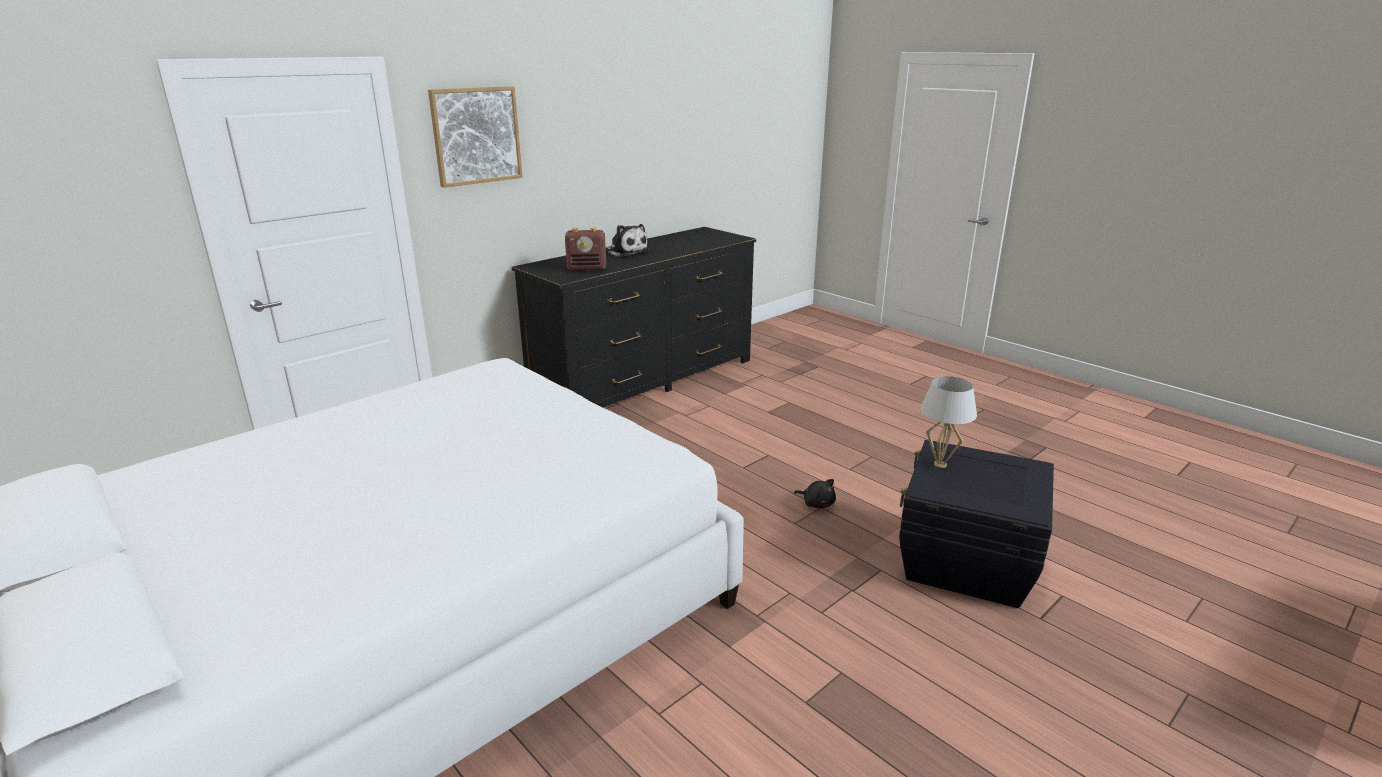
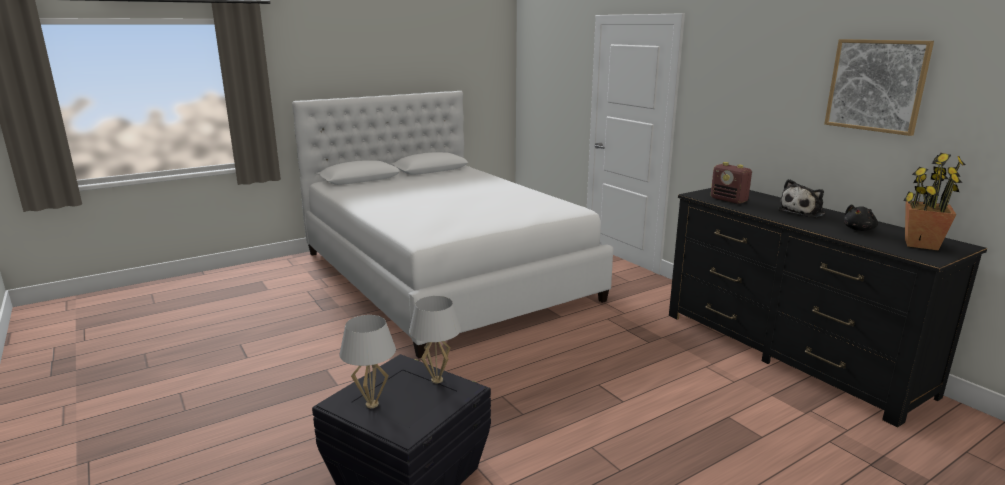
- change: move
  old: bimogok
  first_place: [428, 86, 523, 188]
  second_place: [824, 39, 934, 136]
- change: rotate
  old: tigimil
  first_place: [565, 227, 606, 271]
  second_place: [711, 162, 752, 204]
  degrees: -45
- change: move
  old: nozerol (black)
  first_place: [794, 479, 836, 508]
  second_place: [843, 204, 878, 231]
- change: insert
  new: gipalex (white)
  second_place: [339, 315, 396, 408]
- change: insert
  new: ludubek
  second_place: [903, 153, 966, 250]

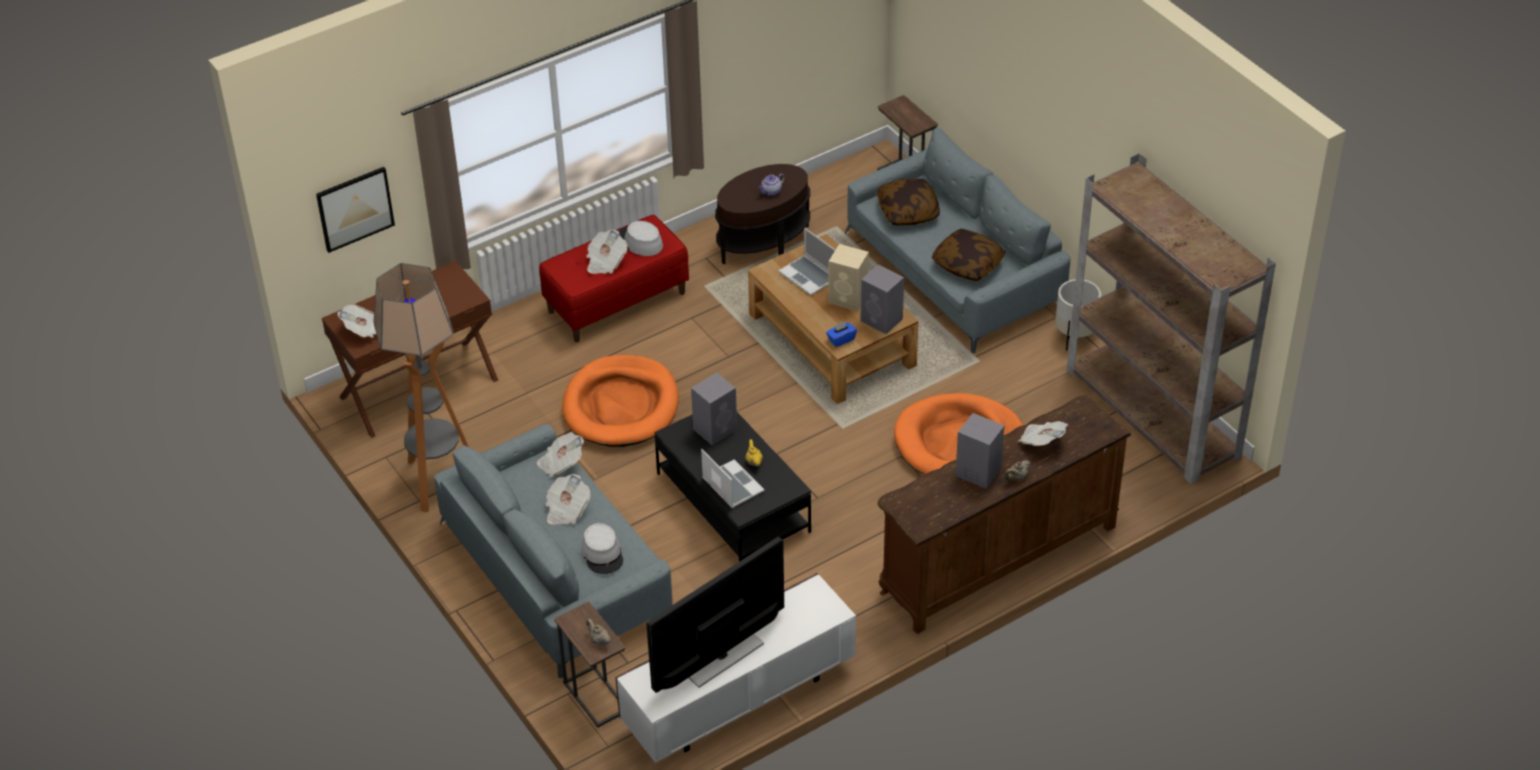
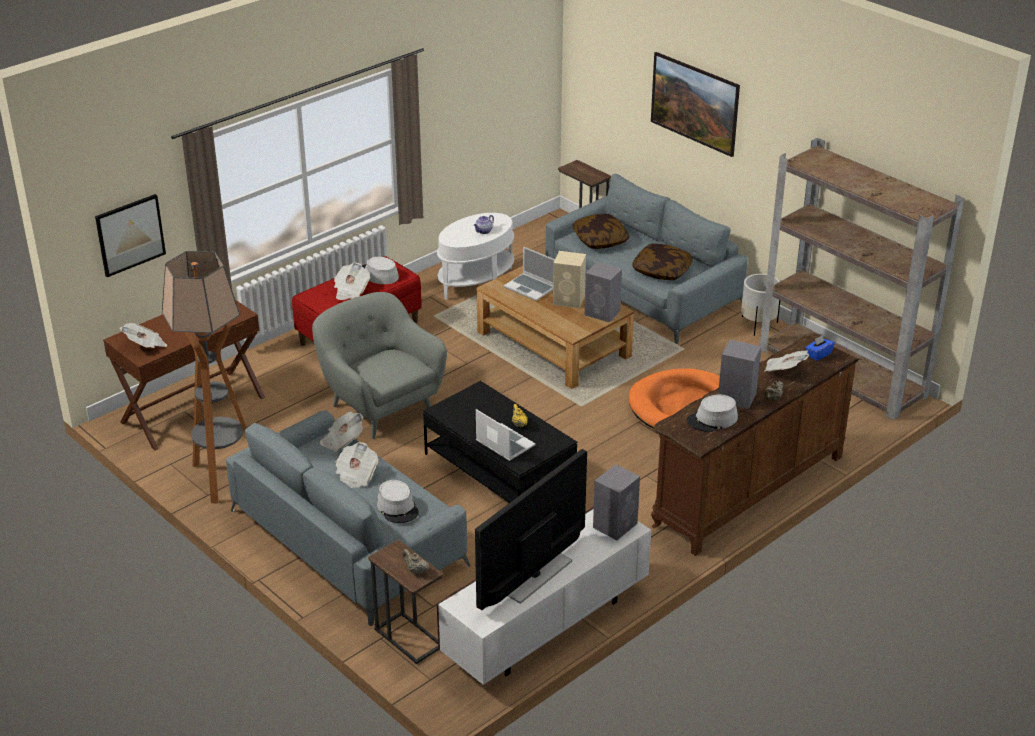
- change: replace
  old: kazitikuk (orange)
  new: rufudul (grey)
  first_place: [562, 355, 679, 447]
  second_place: [312, 292, 447, 439]
- change: move
  old: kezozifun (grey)
  first_place: [691, 373, 737, 445]
  second_place: [593, 464, 640, 540]
- change: recolor
  old: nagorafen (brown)
  new: nagorafen (white)
  first_place: [715, 164, 810, 265]
  second_place: [437, 213, 514, 300]
- change: move
  old: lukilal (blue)
  first_place: [826, 321, 857, 347]
  second_place: [806, 335, 835, 361]
- change: insert
  new: bimogok
  second_place: [651, 52, 740, 157]
- change: insert
  new: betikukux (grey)
  second_place: [687, 394, 738, 432]

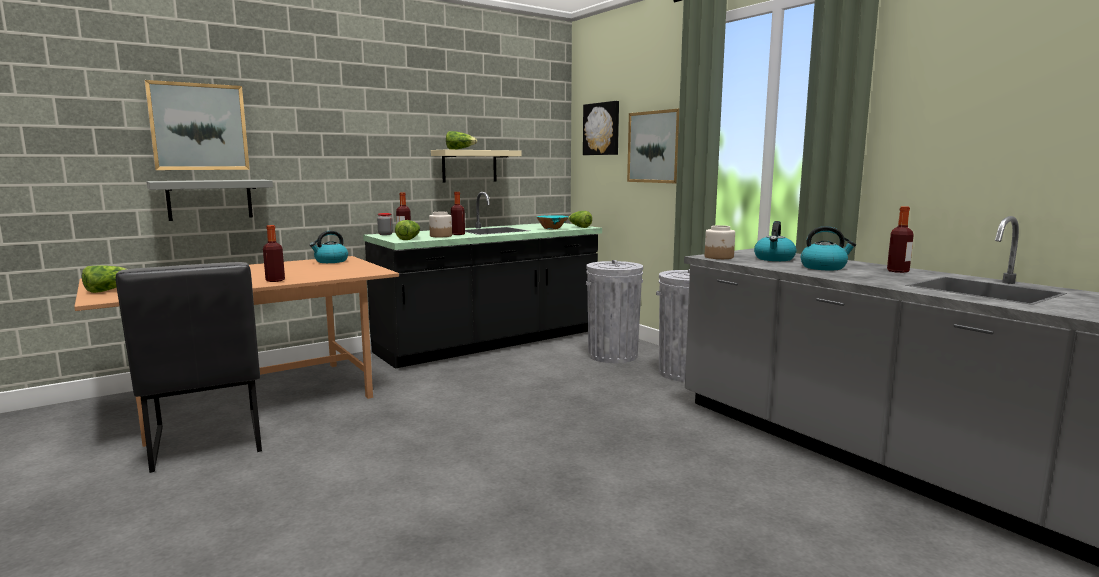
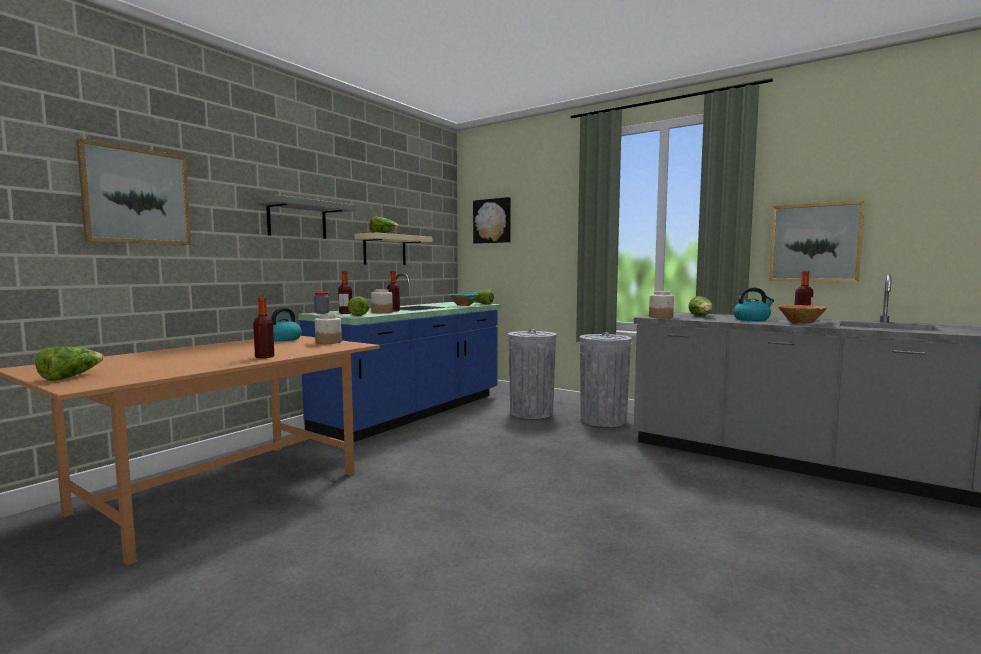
- change: delete
  old: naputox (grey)
  first_place: [116, 262, 262, 473]
- change: move
  old: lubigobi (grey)
  first_place: [146, 180, 273, 221]
  second_place: [254, 195, 356, 239]
- change: recolor
  old: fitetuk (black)
  new: fitetuk (blue)
  first_place: [363, 192, 602, 369]
  second_place: [298, 273, 502, 442]
- change: move
  old: bimogok
  first_place: [627, 108, 679, 183]
  second_place: [769, 200, 865, 282]
- change: replace
  old: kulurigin
  new: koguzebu
  first_place: [754, 221, 796, 261]
  second_place: [689, 296, 713, 316]
- change: insert
  new: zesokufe
  second_place: [315, 314, 342, 344]
- change: insert
  new: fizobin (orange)
  second_place: [778, 305, 827, 324]

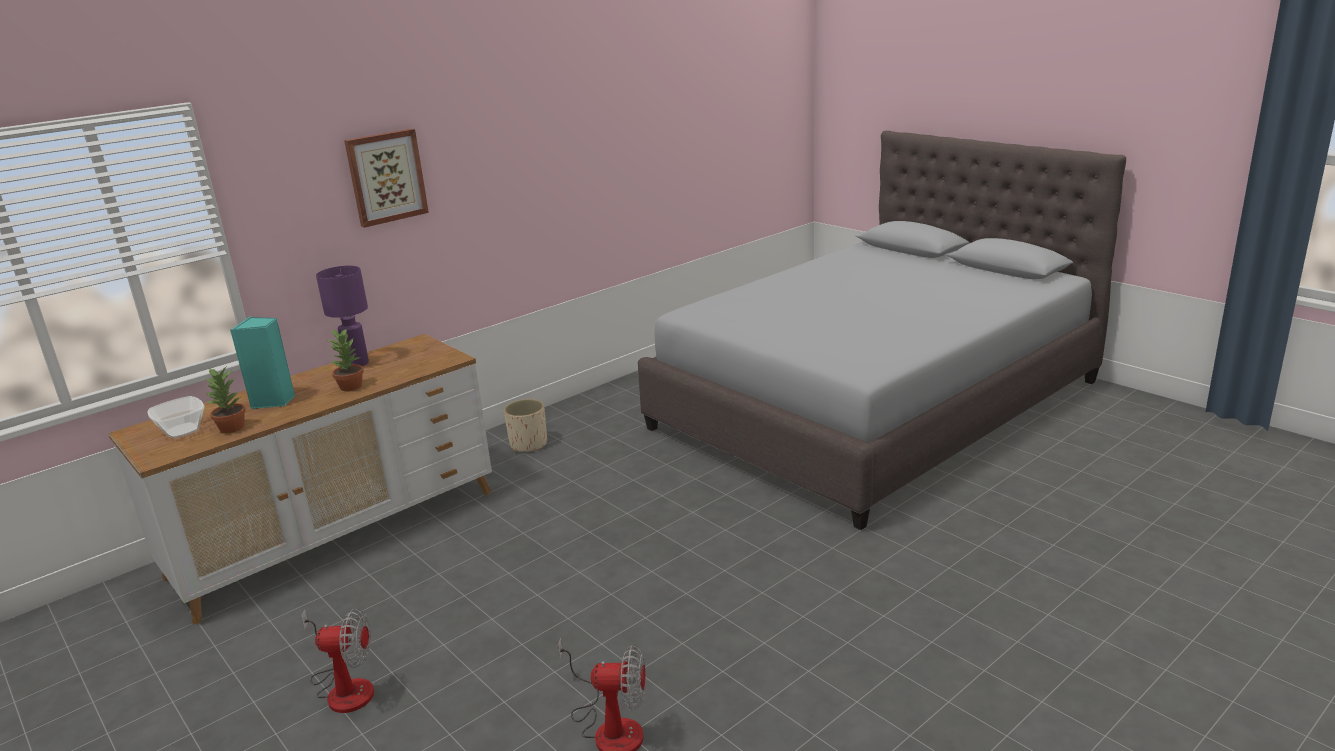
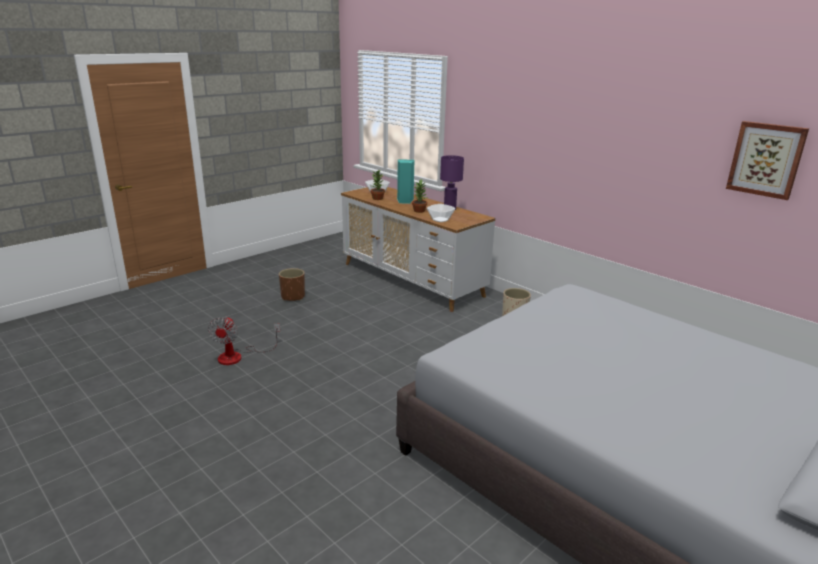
- change: replace
  old: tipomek
  new: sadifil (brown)
  first_place: [301, 608, 374, 713]
  second_place: [279, 268, 305, 301]
- change: move
  old: bimogok
  first_place: [344, 129, 429, 228]
  second_place: [726, 121, 809, 200]
- change: insert
  new: fizobin
  second_place: [427, 204, 455, 222]

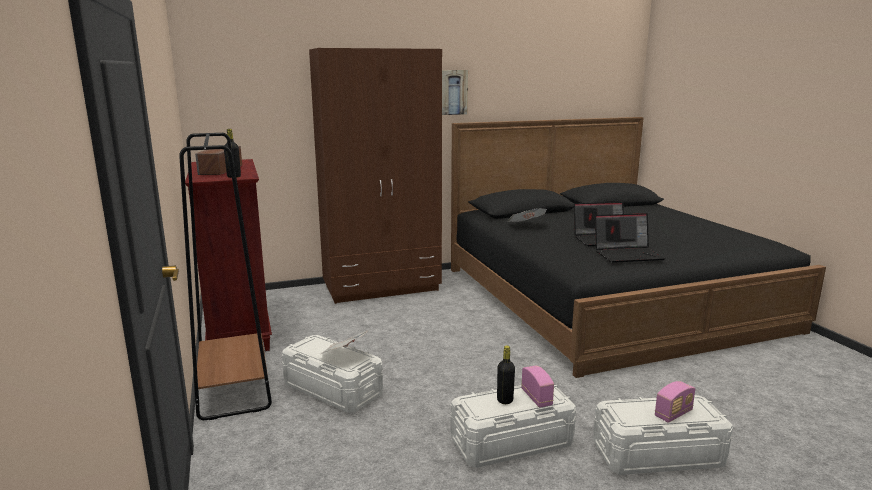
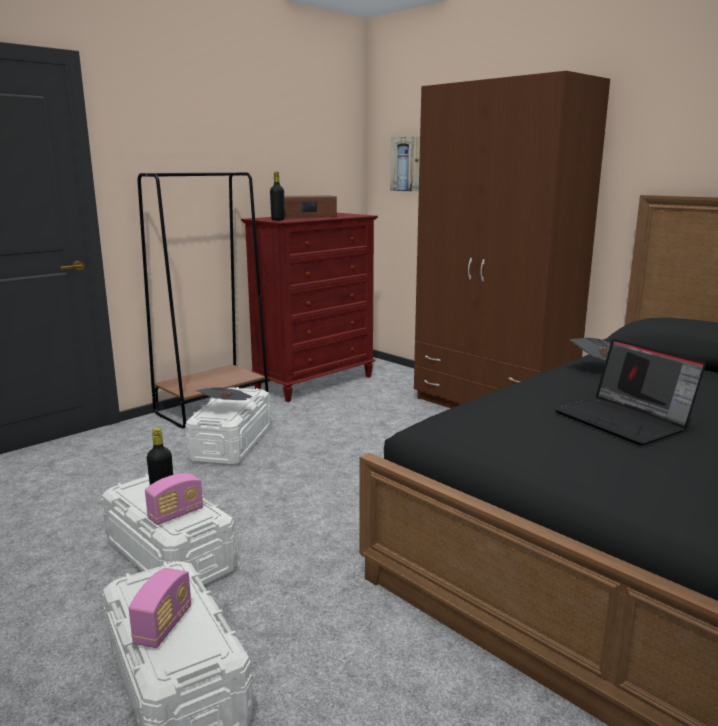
- change: move
  old: bimogok
  first_place: [442, 70, 468, 115]
  second_place: [390, 136, 420, 192]
- change: delete
  old: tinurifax
  first_place: [595, 213, 665, 263]
- change: rotate
  old: tigimil
  first_place: [655, 381, 695, 423]
  second_place: [129, 568, 191, 648]
  degrees: -105

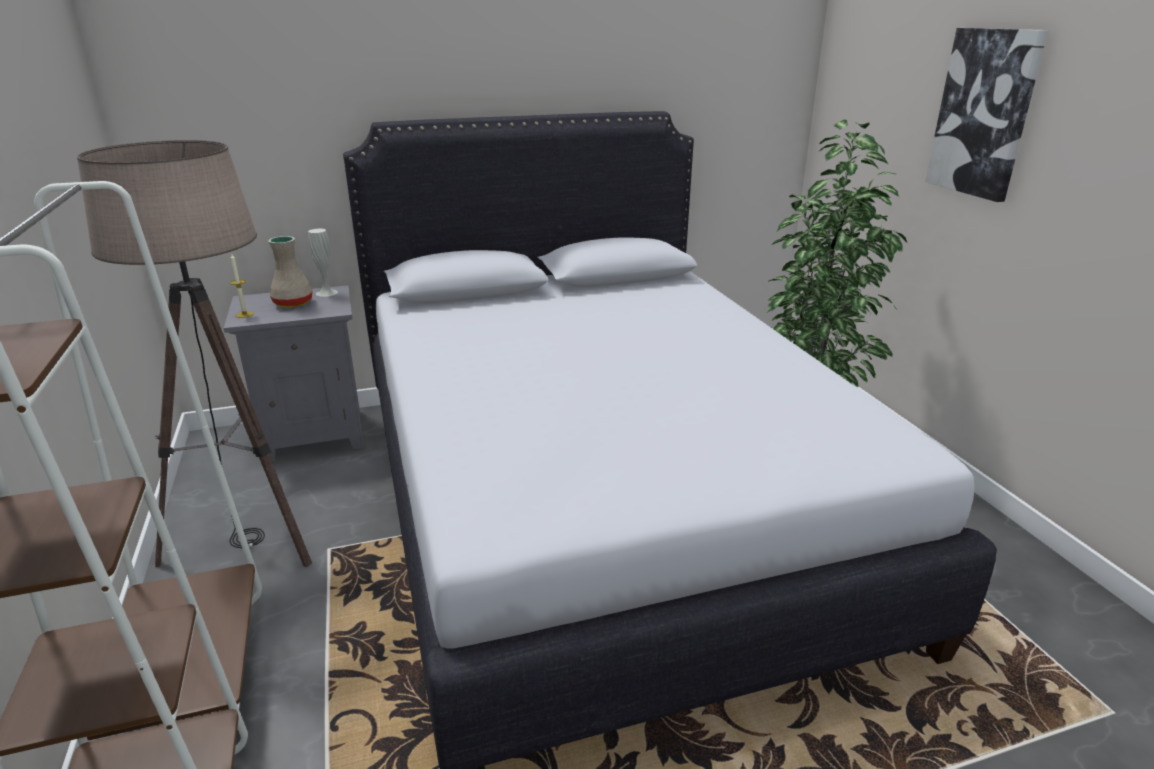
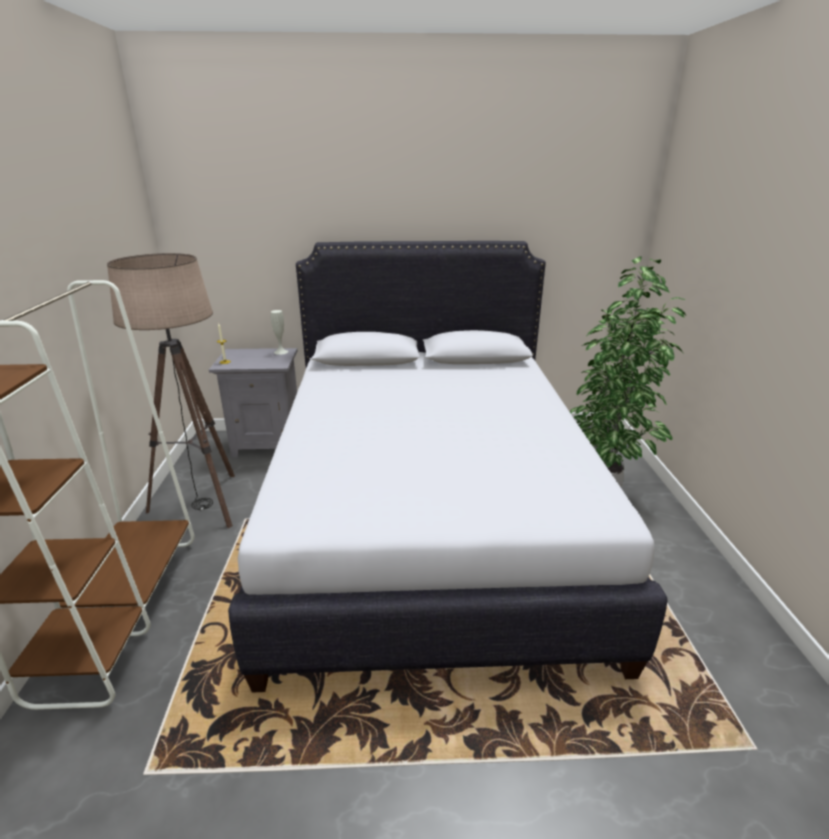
- change: delete
  old: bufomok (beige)
  first_place: [268, 236, 312, 308]
- change: delete
  old: bimogok
  first_place: [925, 28, 1048, 202]

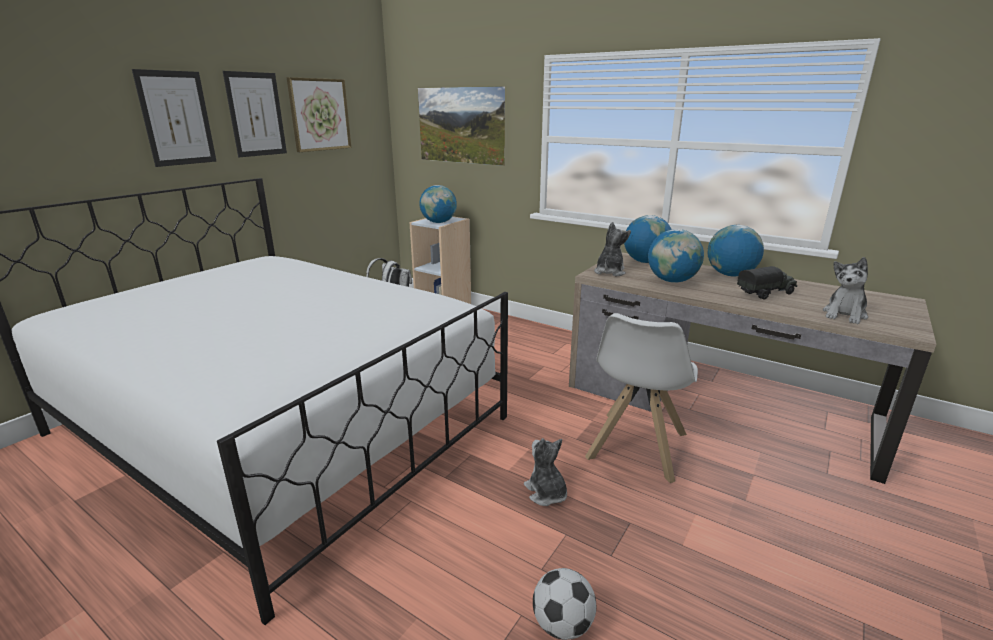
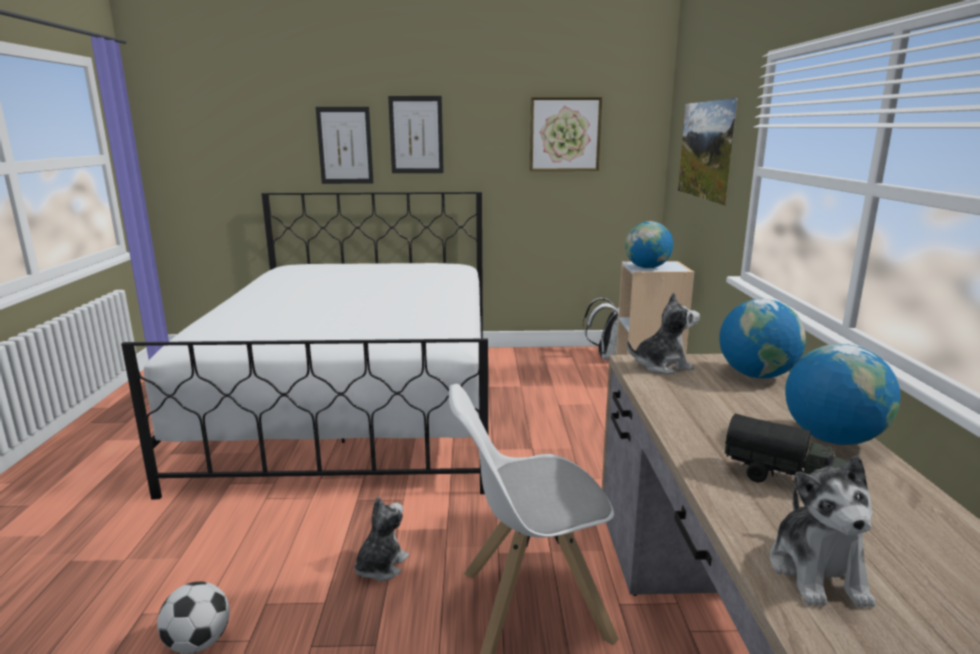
- change: move
  old: bimogok
  first_place: [223, 71, 287, 157]
  second_place: [316, 107, 373, 184]
- change: delete
  old: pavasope
  first_place: [648, 229, 704, 283]
- change: rotate
  old: nozerol
  first_place: [823, 257, 868, 324]
  second_place: [770, 455, 876, 608]
  degrees: -90

